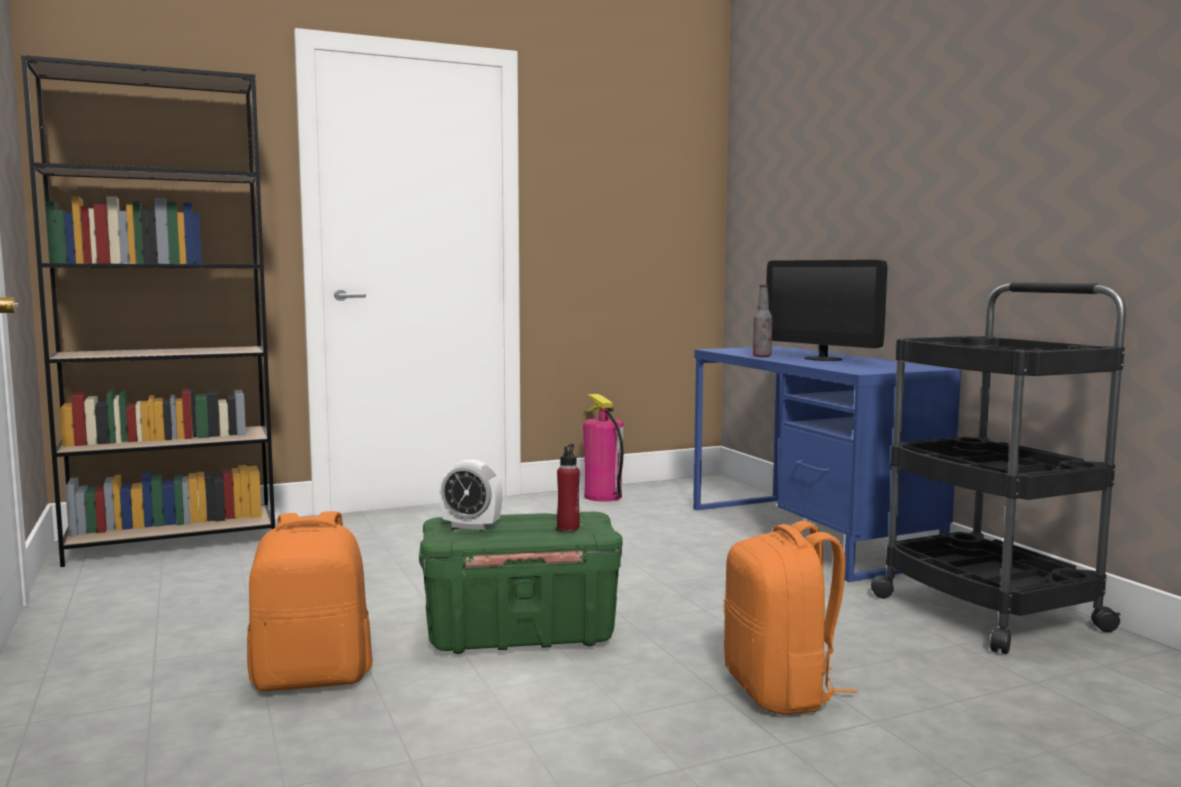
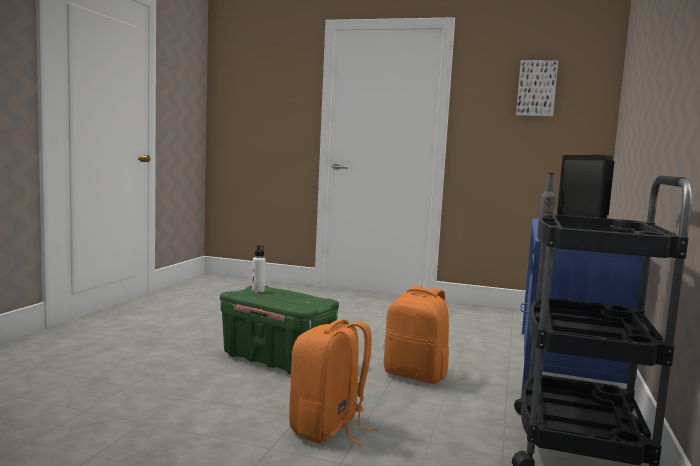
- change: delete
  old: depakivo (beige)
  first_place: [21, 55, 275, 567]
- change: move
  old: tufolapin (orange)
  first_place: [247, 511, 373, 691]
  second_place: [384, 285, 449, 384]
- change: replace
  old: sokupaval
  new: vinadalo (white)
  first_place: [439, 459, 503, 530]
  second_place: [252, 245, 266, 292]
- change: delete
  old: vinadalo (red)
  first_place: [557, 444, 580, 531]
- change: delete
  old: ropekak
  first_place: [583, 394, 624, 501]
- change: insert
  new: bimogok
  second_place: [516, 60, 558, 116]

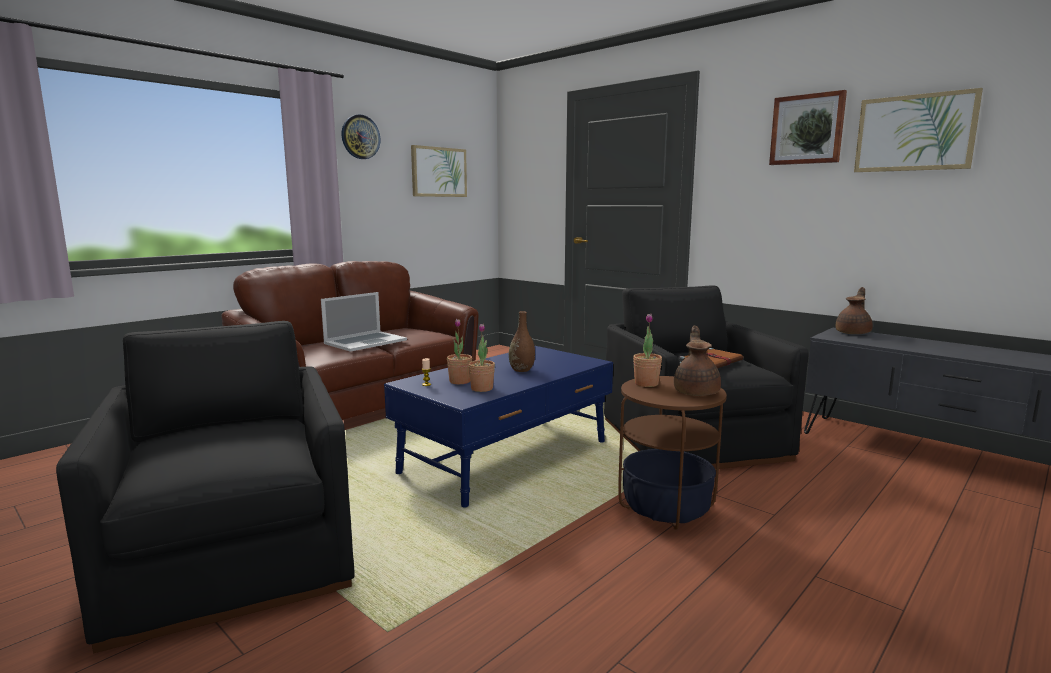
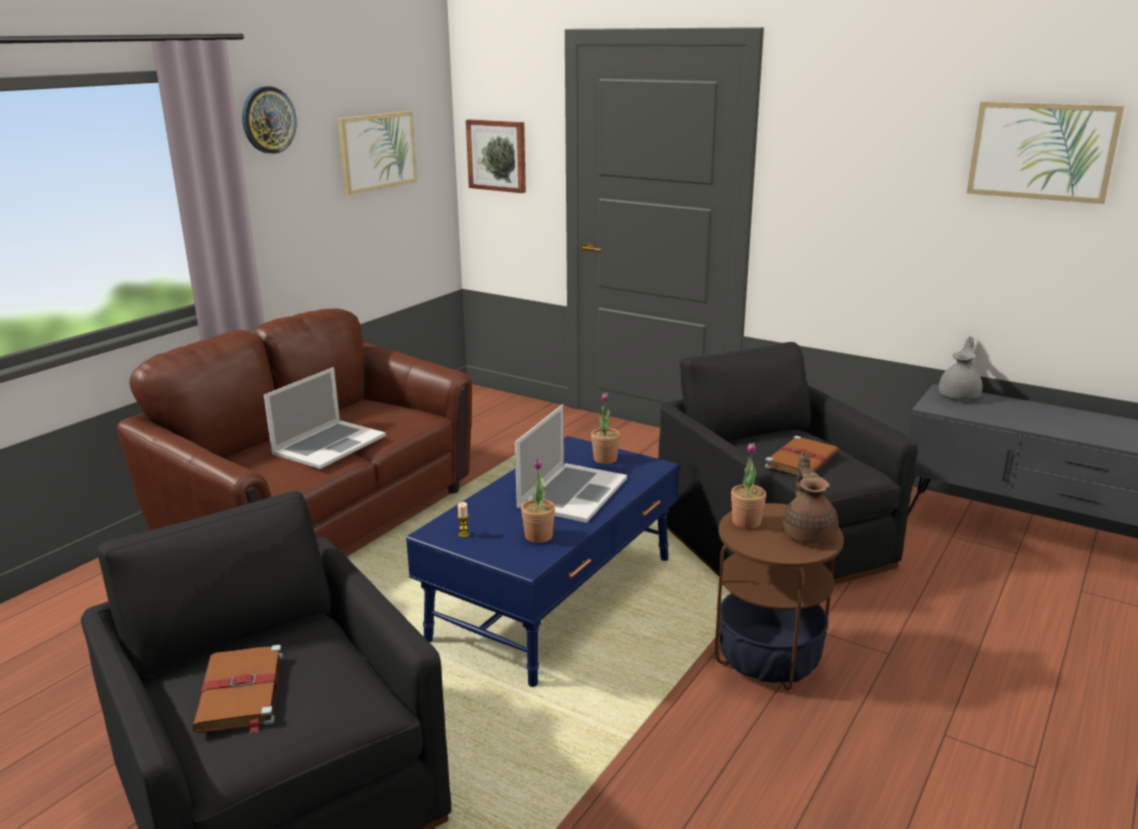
- change: move
  old: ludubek
  first_place: [447, 319, 472, 384]
  second_place: [591, 392, 620, 464]
- change: replace
  old: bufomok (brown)
  new: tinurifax
  first_place: [509, 311, 535, 372]
  second_place: [515, 405, 627, 523]
- change: move
  old: bimogok
  first_place: [769, 90, 847, 165]
  second_place: [466, 119, 526, 193]
- change: recolor
  old: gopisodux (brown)
  new: gopisodux (grey)
  first_place: [836, 287, 873, 334]
  second_place: [939, 336, 983, 400]
- change: insert
  new: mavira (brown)
  second_place: [192, 645, 283, 734]

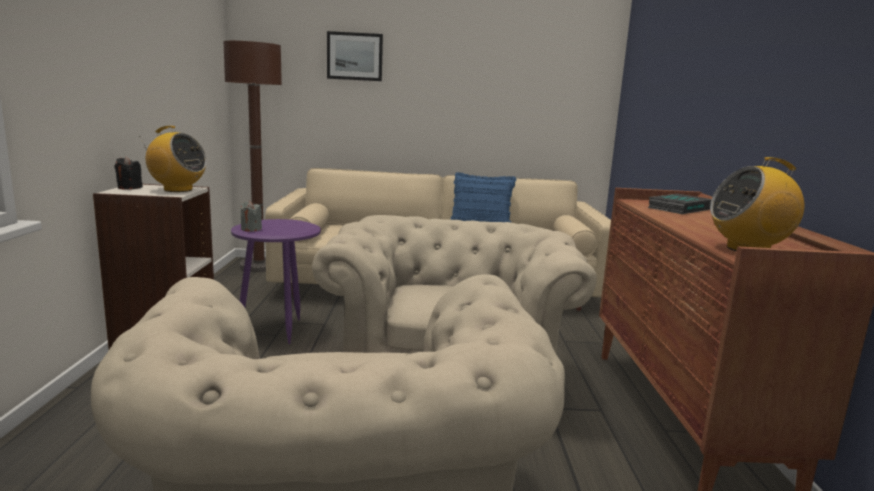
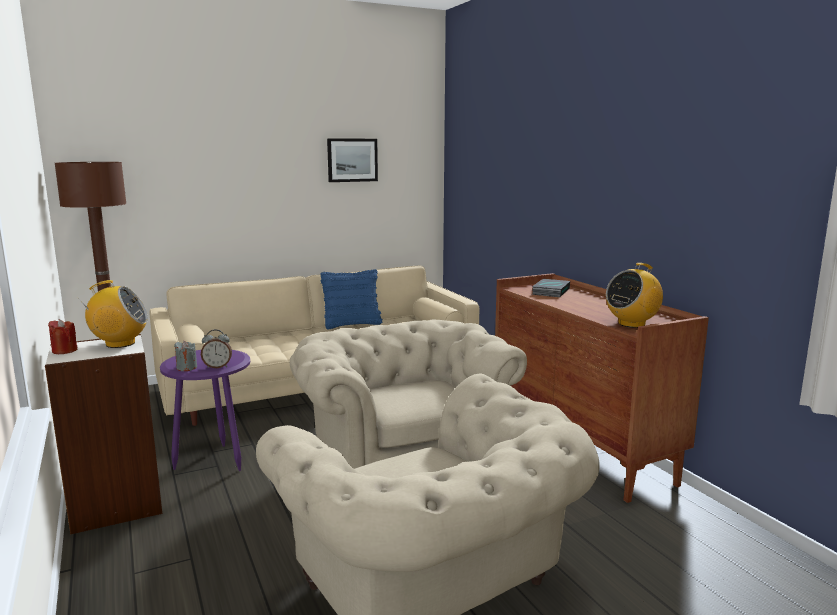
- change: recolor
  old: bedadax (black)
  new: bedadax (red)
  first_place: [115, 156, 143, 190]
  second_place: [48, 319, 77, 354]
- change: move
  old: bimogok
  first_place: [327, 31, 383, 81]
  second_place: [327, 138, 378, 182]
- change: insert
  new: sokupaval
  second_place: [201, 329, 232, 368]

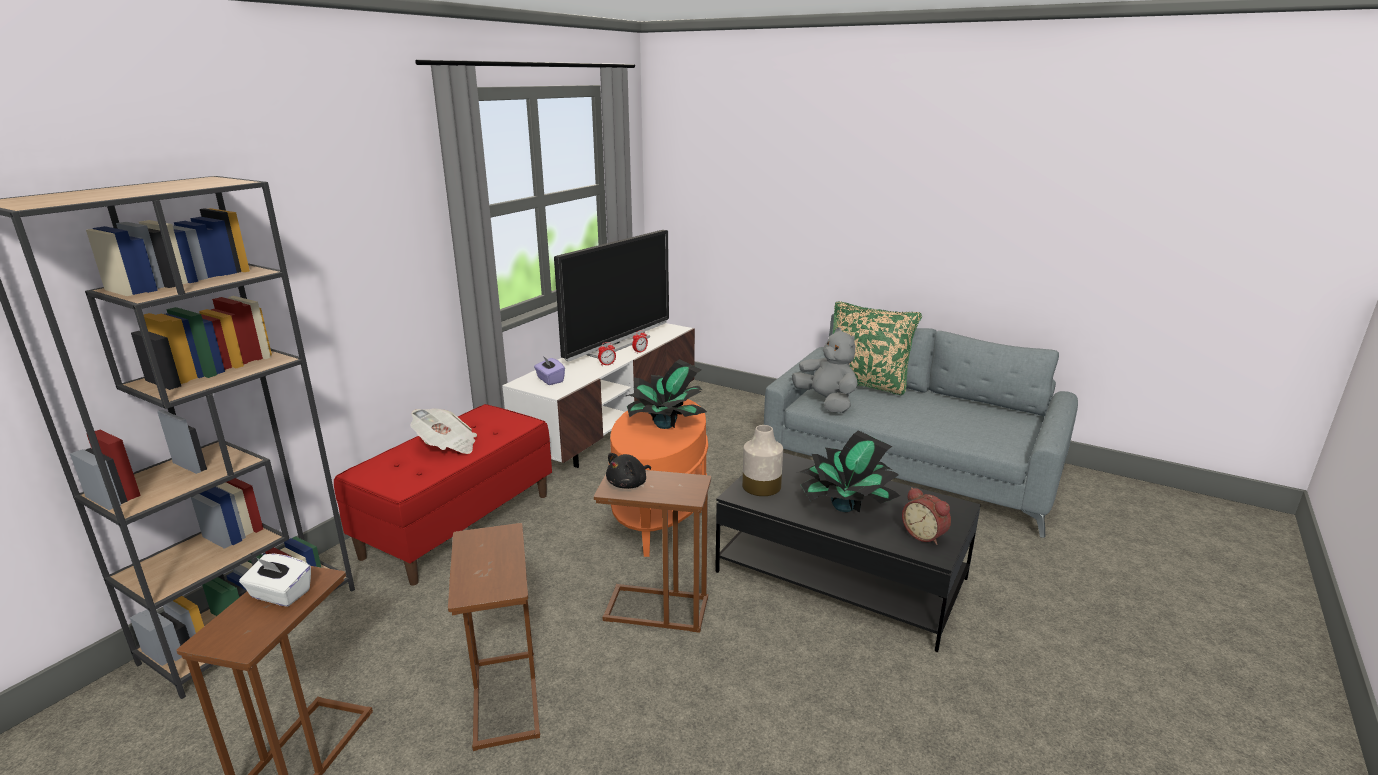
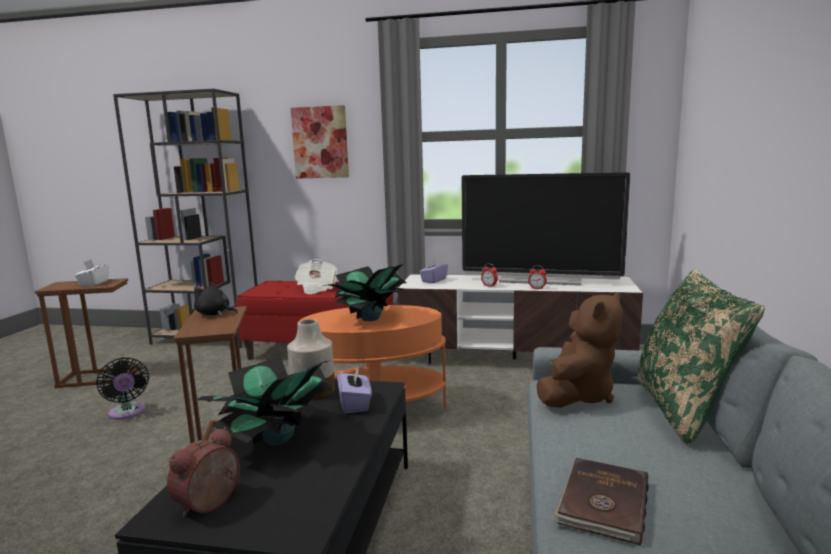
- change: replace
  old: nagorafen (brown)
  new: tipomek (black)
  first_place: [448, 523, 540, 751]
  second_place: [96, 357, 149, 420]
- change: recolor
  old: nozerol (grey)
  new: nozerol (brown)
  first_place: [792, 328, 858, 413]
  second_place: [536, 292, 623, 408]
- change: insert
  new: bimogok
  second_place: [291, 105, 349, 179]
- change: insert
  new: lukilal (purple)
  second_place: [337, 367, 371, 413]
- change: insert
  new: mavira (brown)
  second_place: [551, 458, 649, 546]

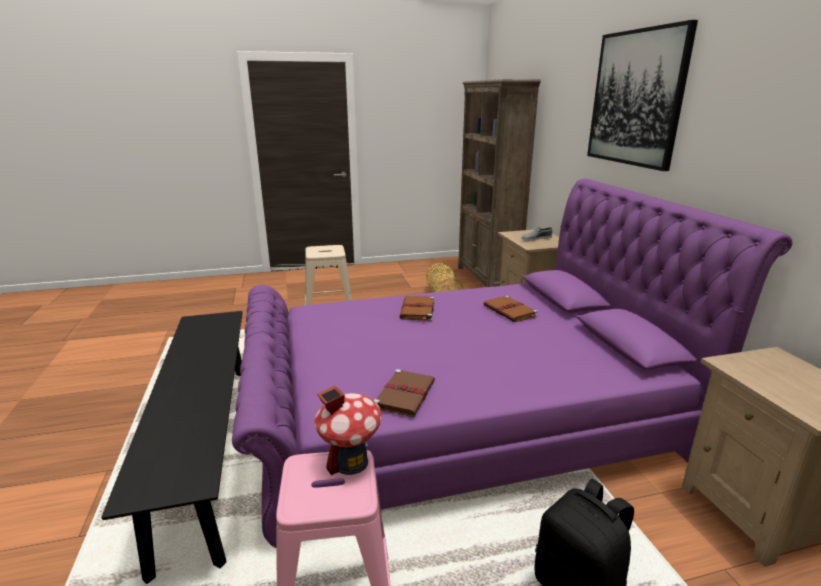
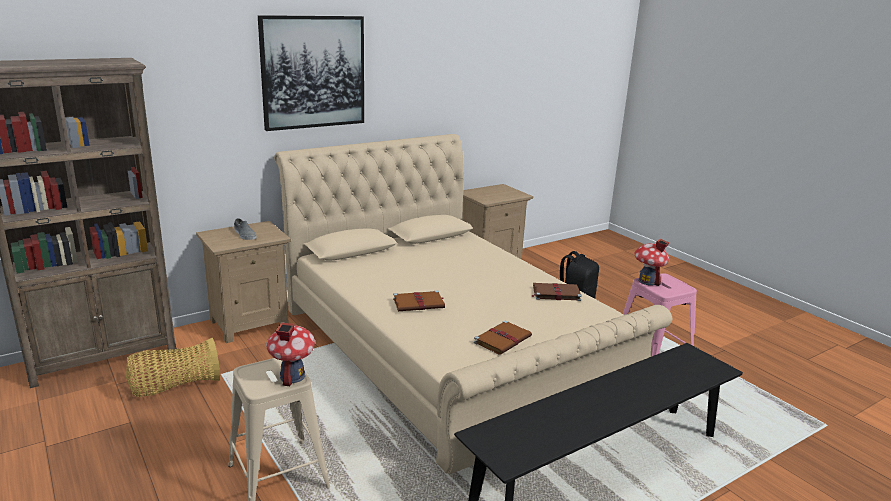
- change: recolor
  old: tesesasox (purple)
  new: tesesasox (beige)
  first_place: [232, 179, 793, 548]
  second_place: [274, 134, 673, 474]
- change: move
  old: mavira (brown)
  first_place: [484, 296, 538, 322]
  second_place: [474, 320, 532, 355]
- change: insert
  new: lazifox
  second_place: [266, 322, 315, 386]

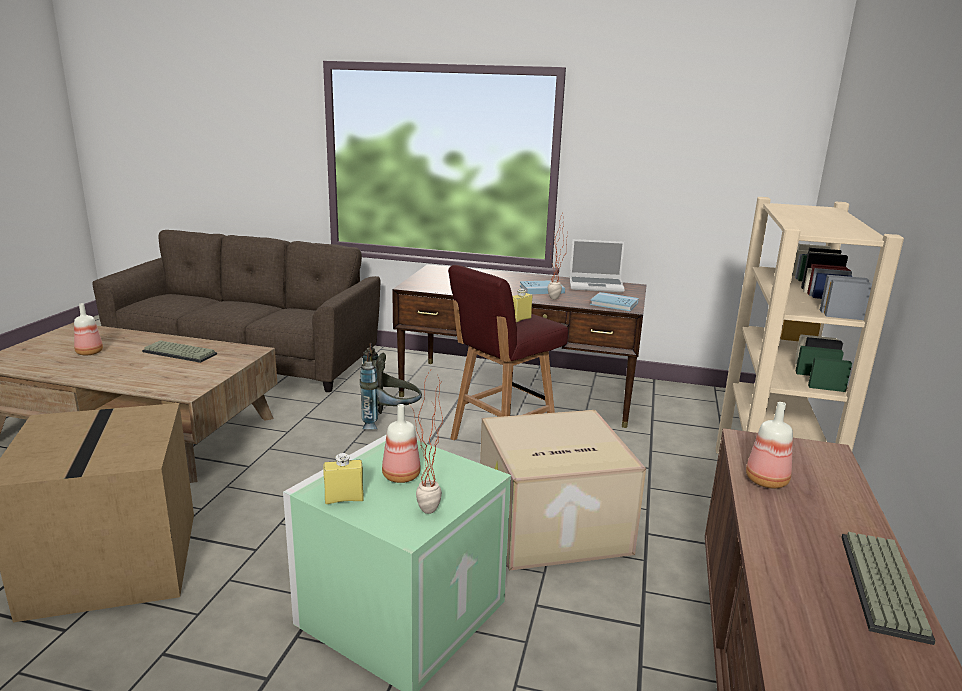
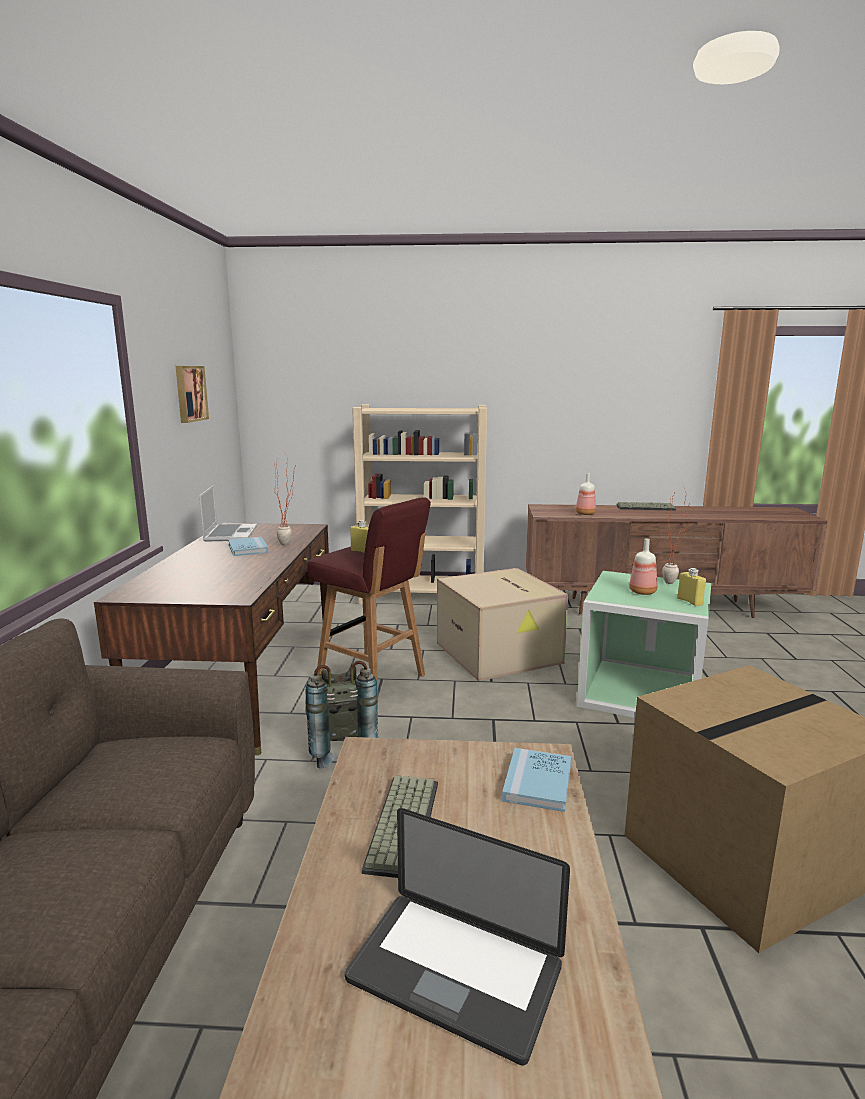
- change: replace
  old: vinadalo
  new: tinurifax
  first_place: [74, 303, 103, 356]
  second_place: [345, 808, 570, 1065]
- change: move
  old: mavira (blue)
  first_place: [590, 292, 639, 311]
  second_place: [502, 748, 571, 812]
- change: insert
  new: bimogok
  second_place: [175, 366, 209, 423]

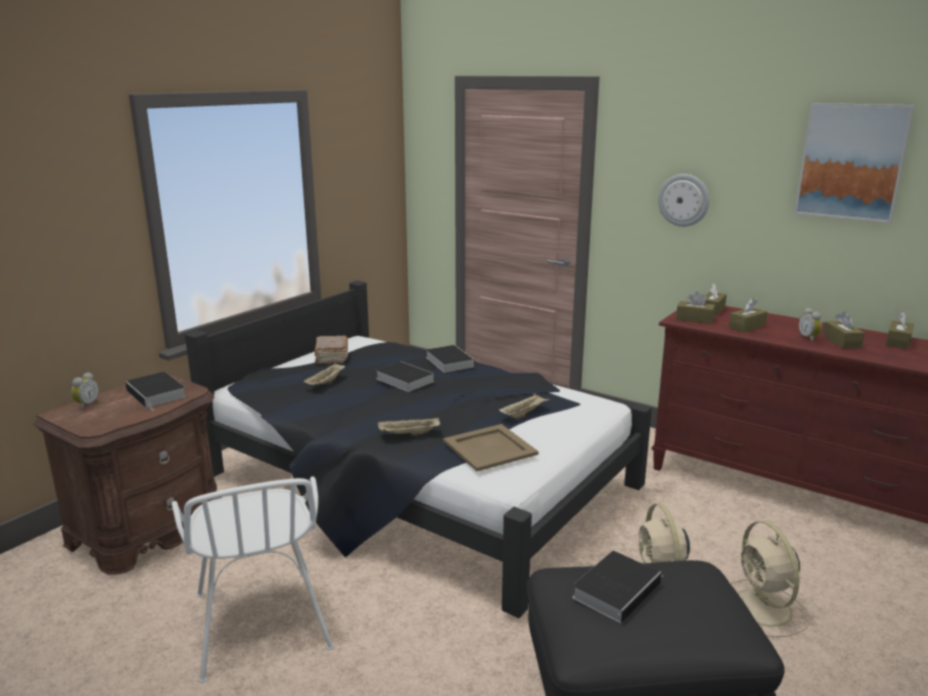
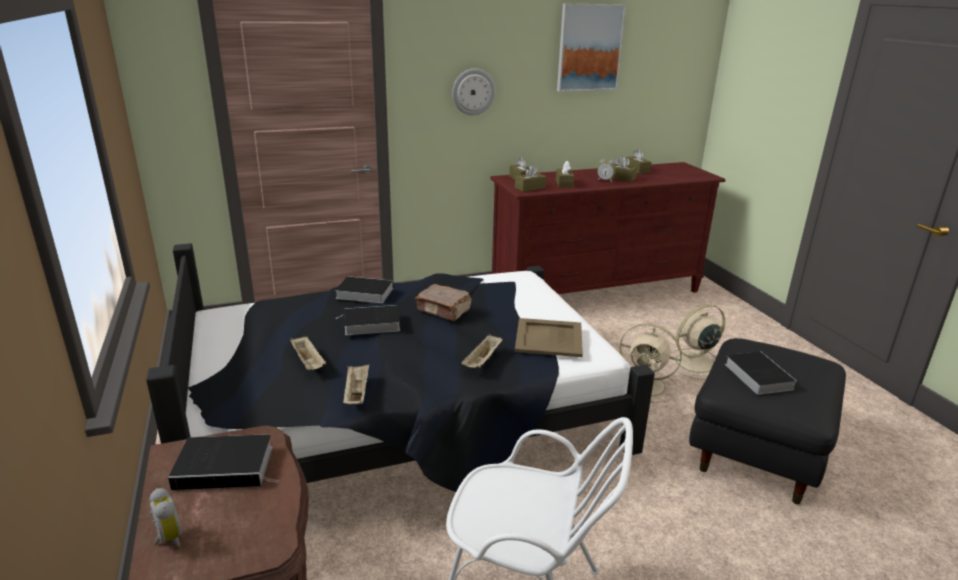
- change: move
  old: mavira (brown)
  first_place: [315, 336, 348, 364]
  second_place: [415, 284, 471, 321]
- change: move
  old: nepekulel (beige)
  first_place: [499, 393, 550, 418]
  second_place: [343, 365, 369, 404]
- change: rotate
  old: tipomek (beige)
  first_place: [730, 521, 810, 637]
  second_place: [667, 304, 725, 380]
  degrees: 135

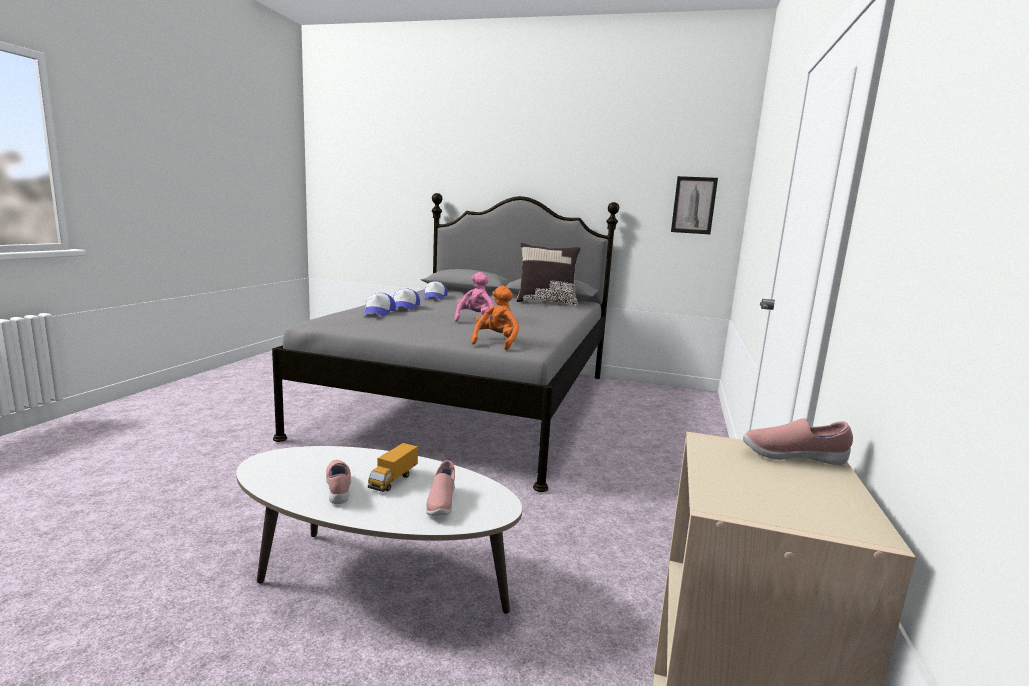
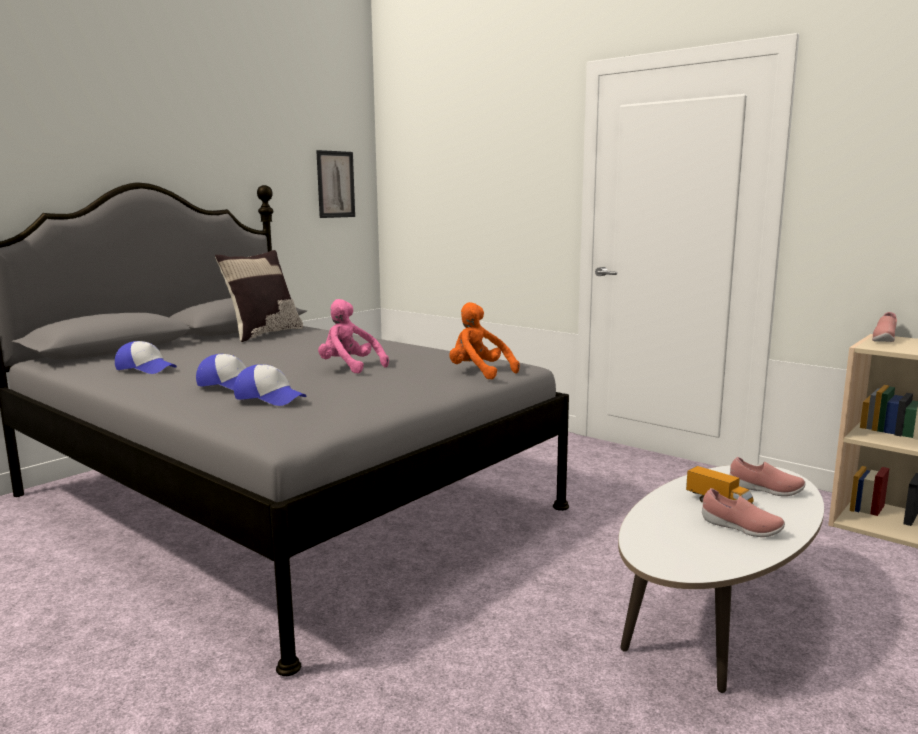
- change: rotate
  old: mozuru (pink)
  first_place: [326, 460, 351, 504]
  second_place: [702, 488, 785, 537]
  degrees: -150

